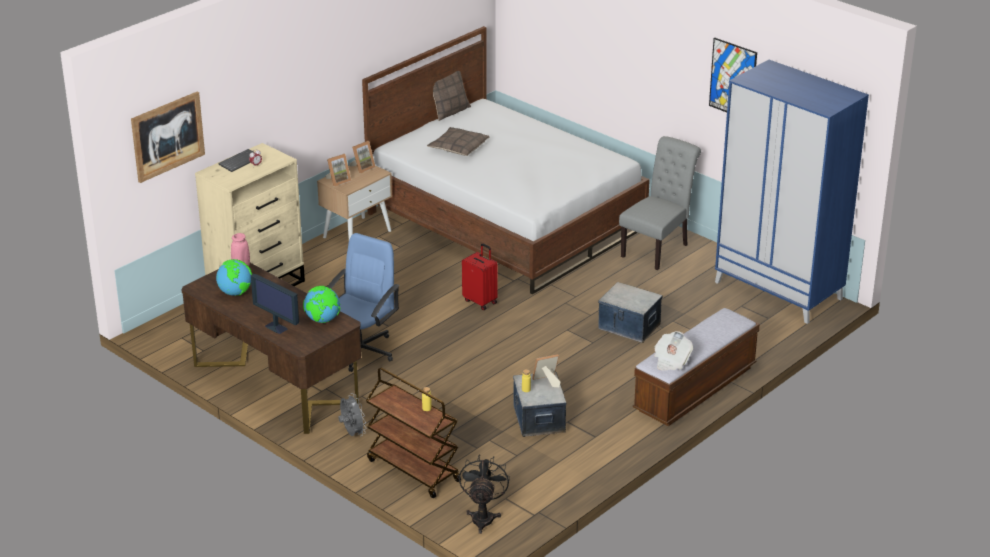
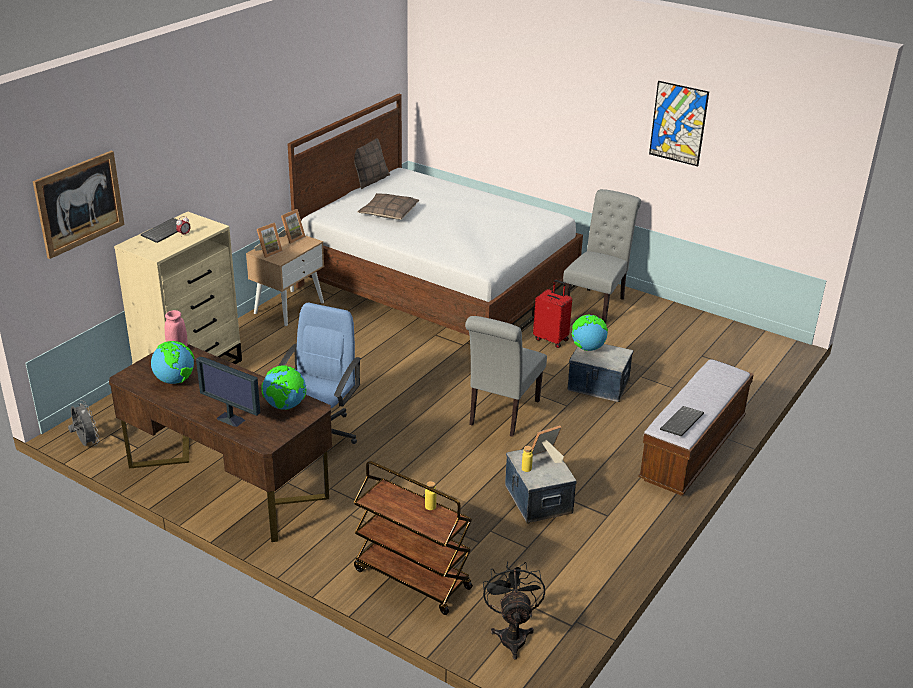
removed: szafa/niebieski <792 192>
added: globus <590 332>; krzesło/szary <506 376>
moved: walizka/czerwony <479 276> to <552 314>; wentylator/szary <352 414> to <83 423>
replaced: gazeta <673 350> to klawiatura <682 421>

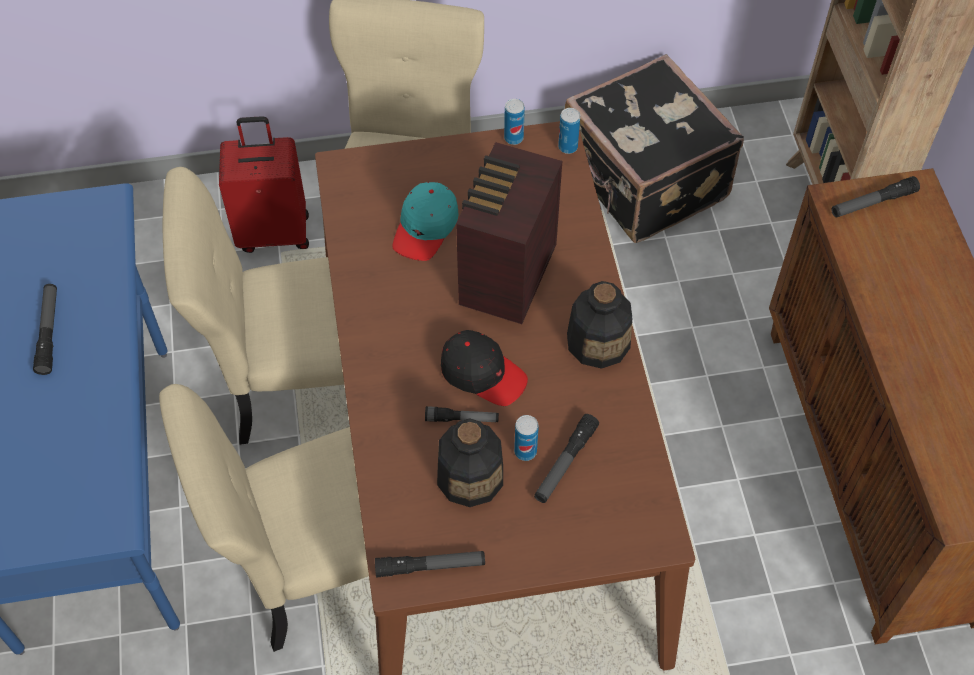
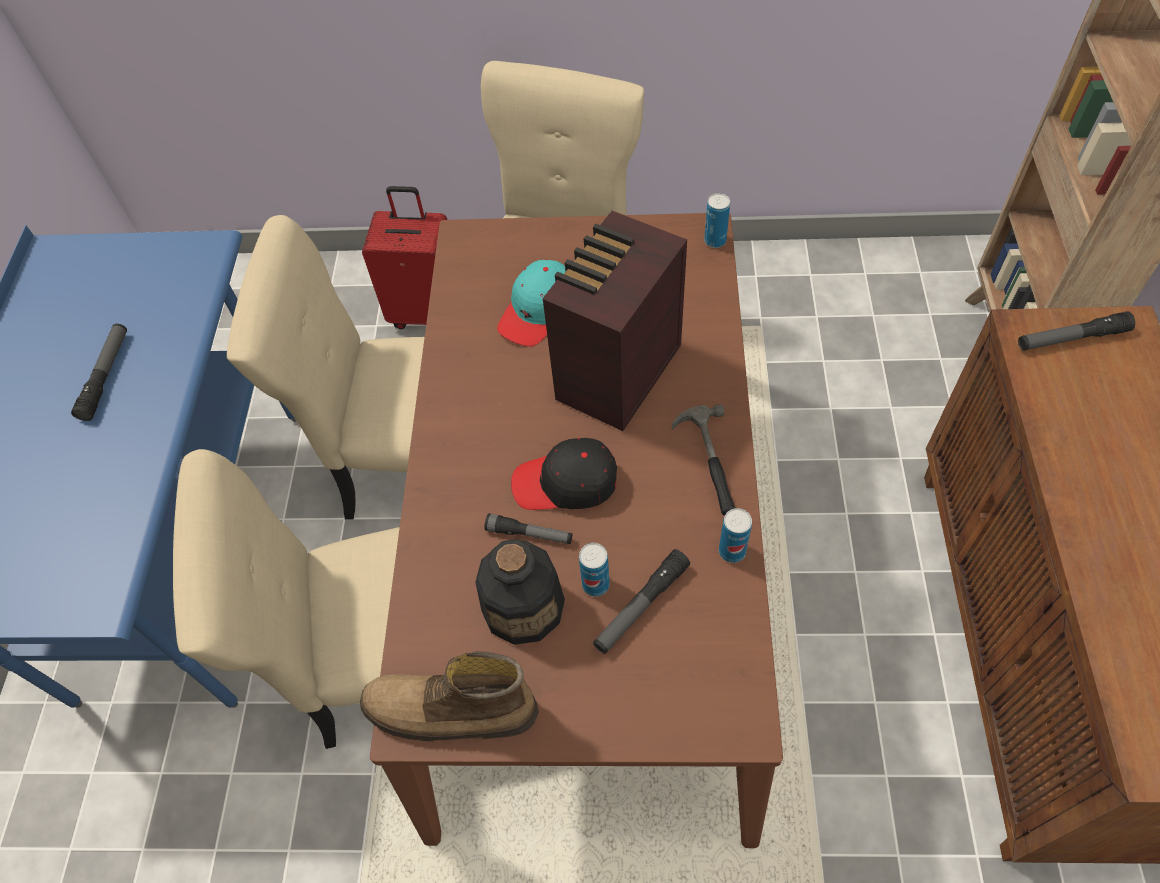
removed: walizka/czarny <654 148>
moved: puszka <514 122> to <735 535>
replaced: butelka <599 325> to młotek <703 459>; latarka <430 564> to but z cholewką <449 696>
turned: czapka z daszkiem/czarny <484 368> = <564 474> 135 degrees clockwise

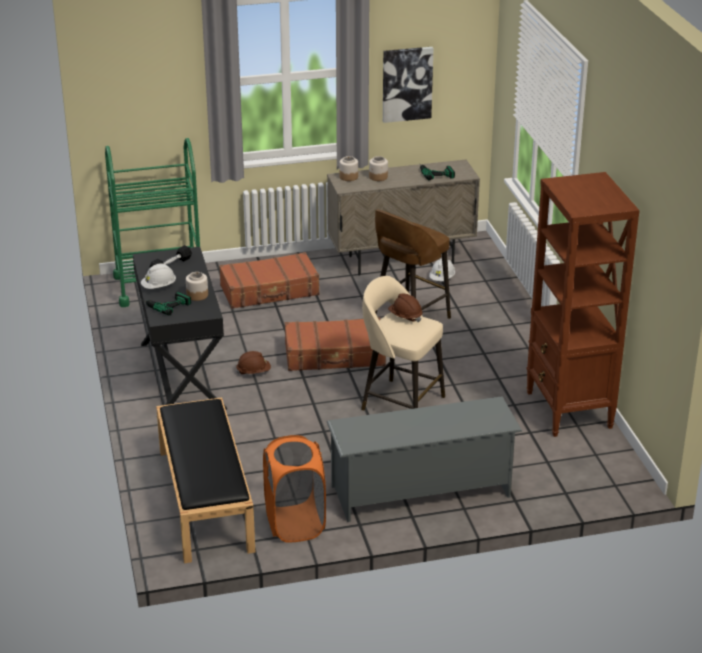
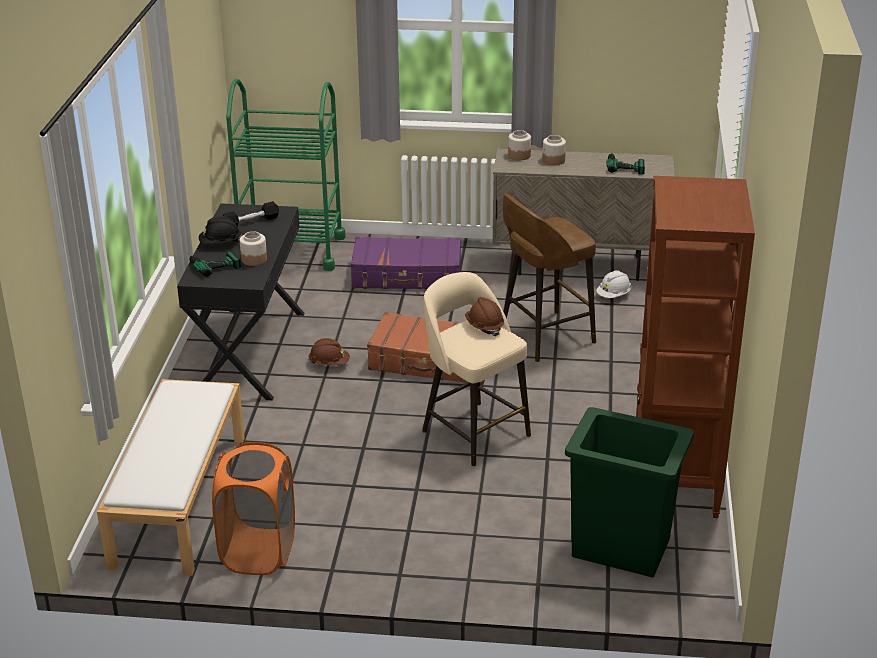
removed: obraz <408 85>; regał na buty/szary <424 459>
added: kosz na śmieci/zielony <629 492>
recoloured: walizka/brązowy <269 280> to walizka/fioletowy <405 262>; kask/biały <158 276> to kask/czarny <220 230>; ławka/czarny <205 480> to ławka/biały <171 477>

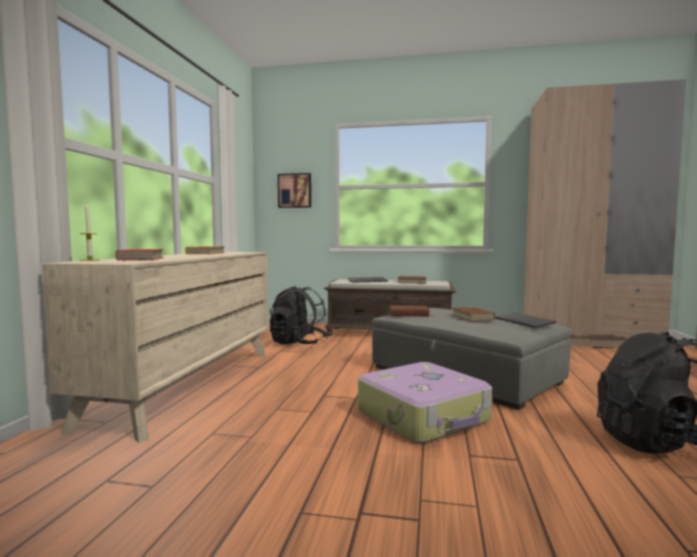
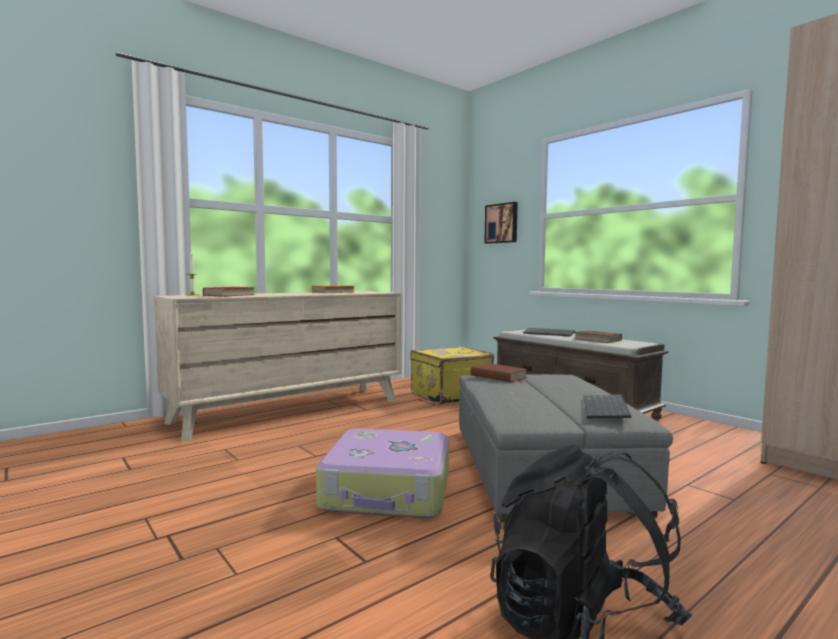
removed: książka/brązowy <473 314>
replaced: plecak/czarny <300 315> to walizka/żółty <453 375>

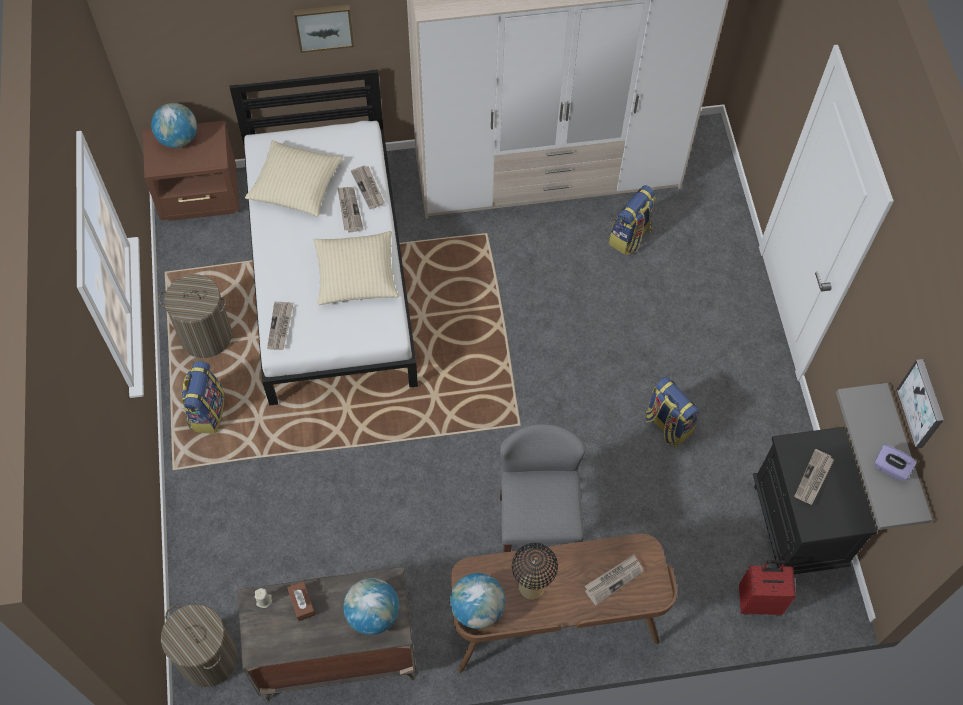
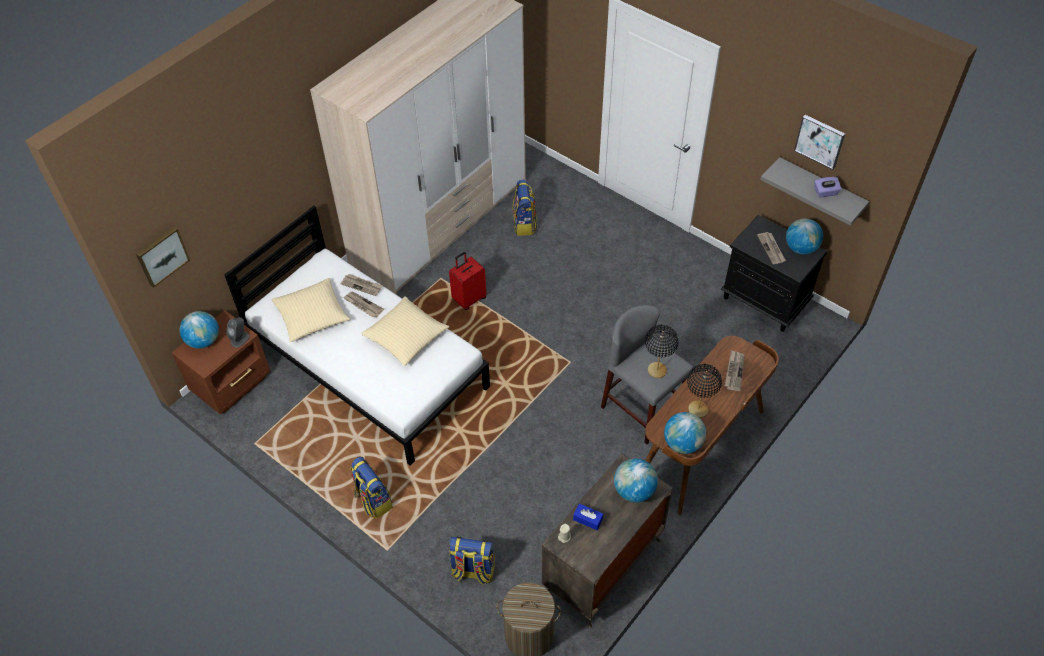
removed: kosz na pranie <195 316>; gazeta <280 325>
added: globus <804 236>; głośnik/szary <238 332>; lampa stołowa/czarny <662 351>
moved: obraz <324 28> to <163 257>; plecak <672 411> to <472 561>; walizka/czerwony <767 588> to <467 281>
recoloured: pudełko chusteczek/brązowy <301 601> to pudełko chusteczek/niebieski <588 516>

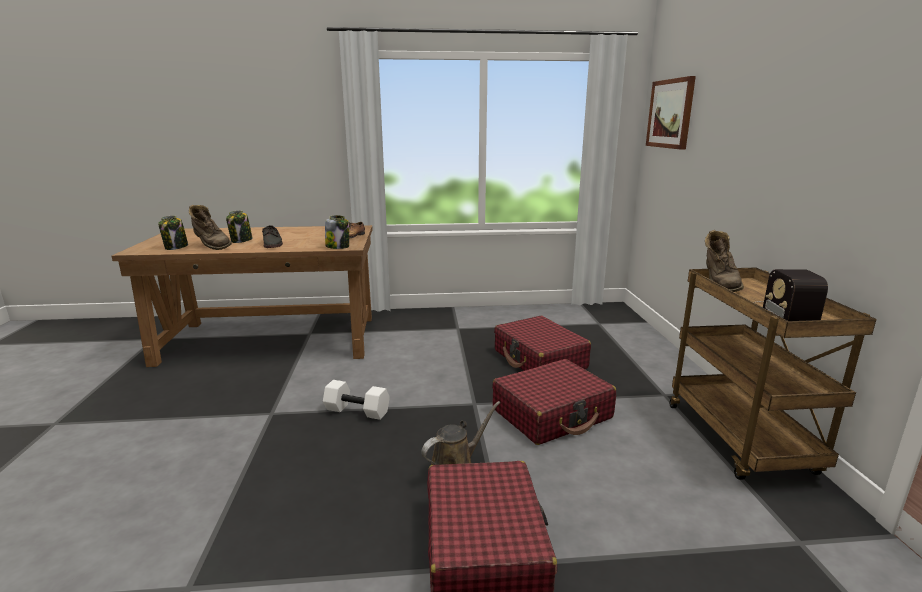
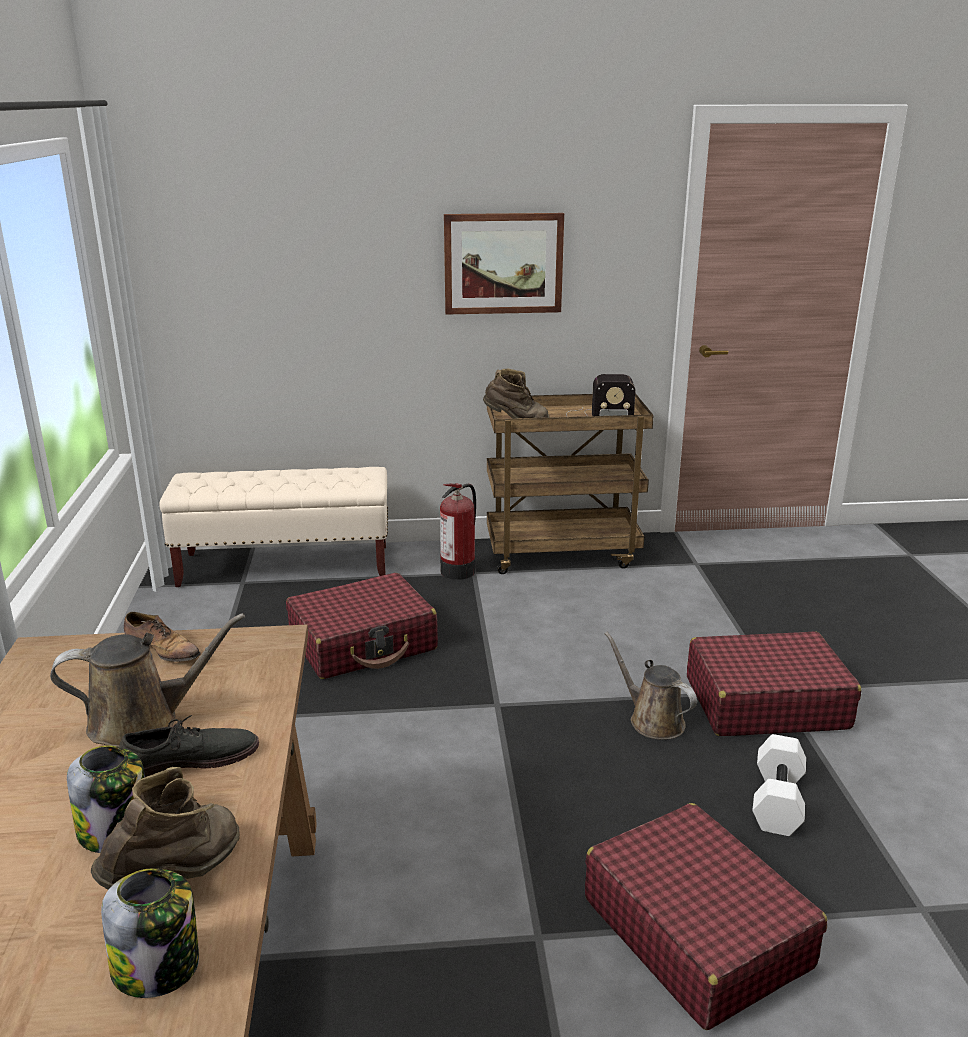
removed: słoik <337 232>
added: ławka/beżowy <273 527>; gaśnica <458 531>; konewka/brązowy <147 680>
moved: obraz <671 113> to <504 263>; walizka/czerwony <554 402> to <706 916>; hantel/biały <356 400> to <779 785>

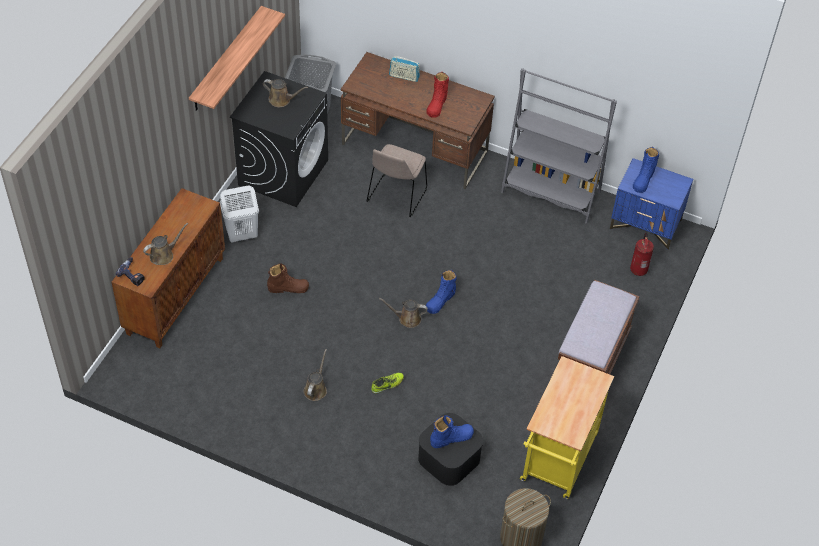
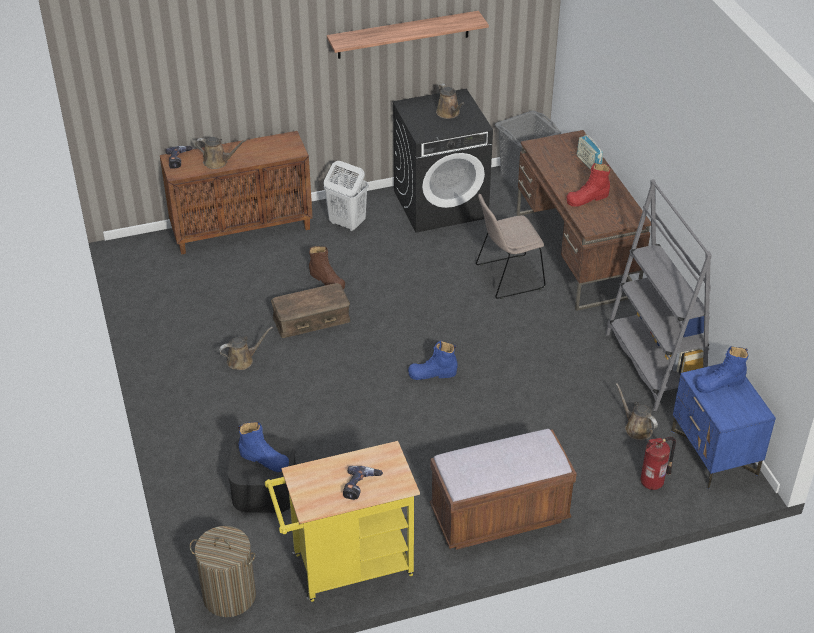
removed: but <387 383>
added: pojemnik do przechowywania/brązowy <310 310>; wiertarka <363 483>
moved: konewka/brązowy <403 313> to <637 411>

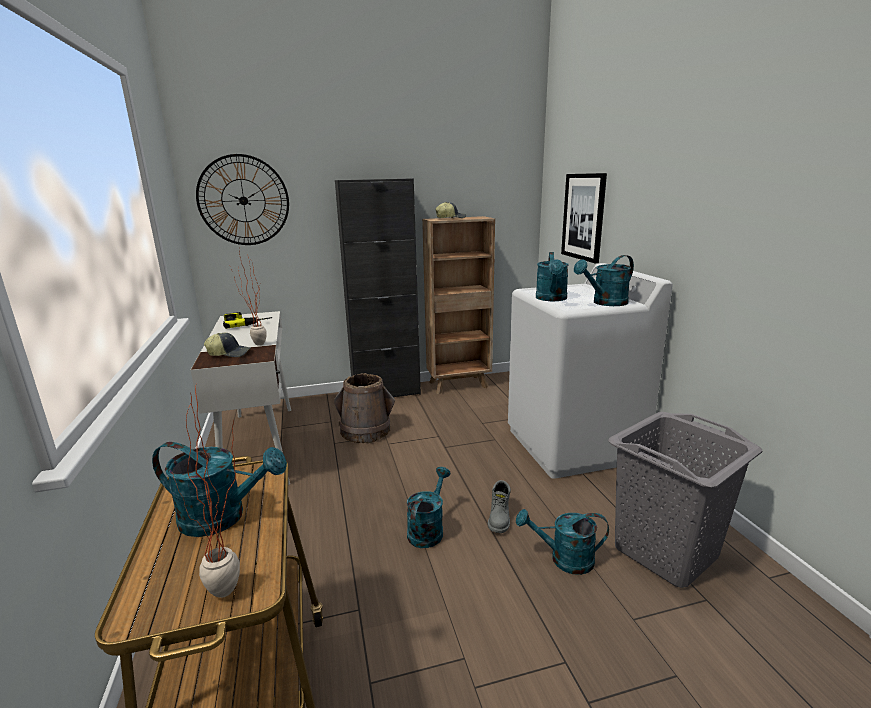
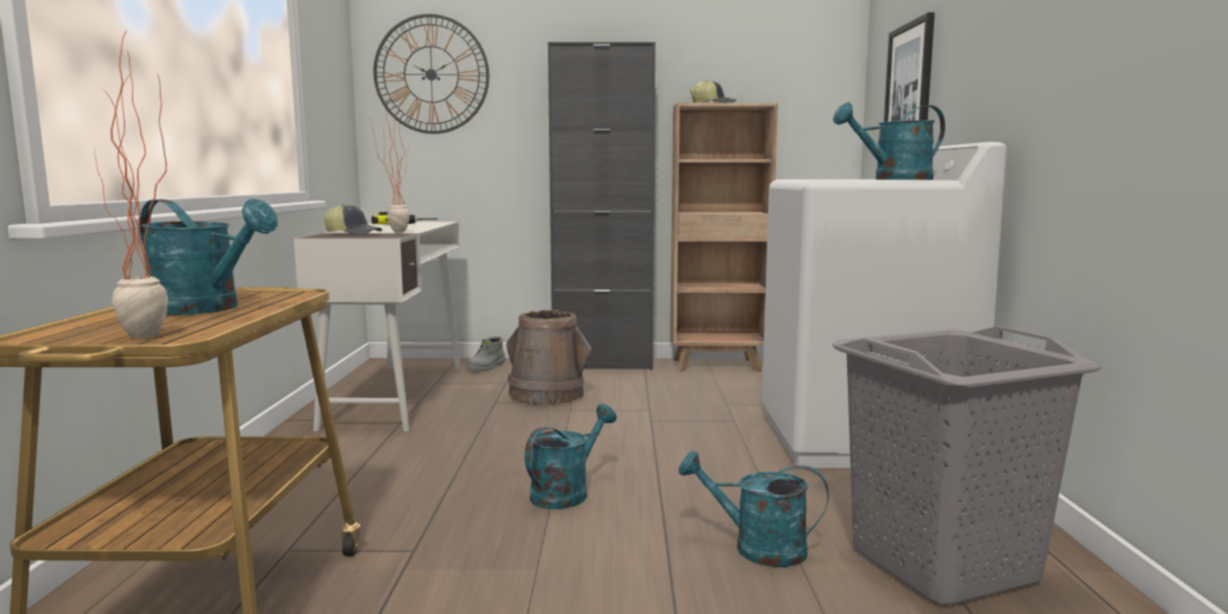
removed: konewka/turkusowy <552 276>
moved: but z cholewką/szary <499 506> to <484 353>

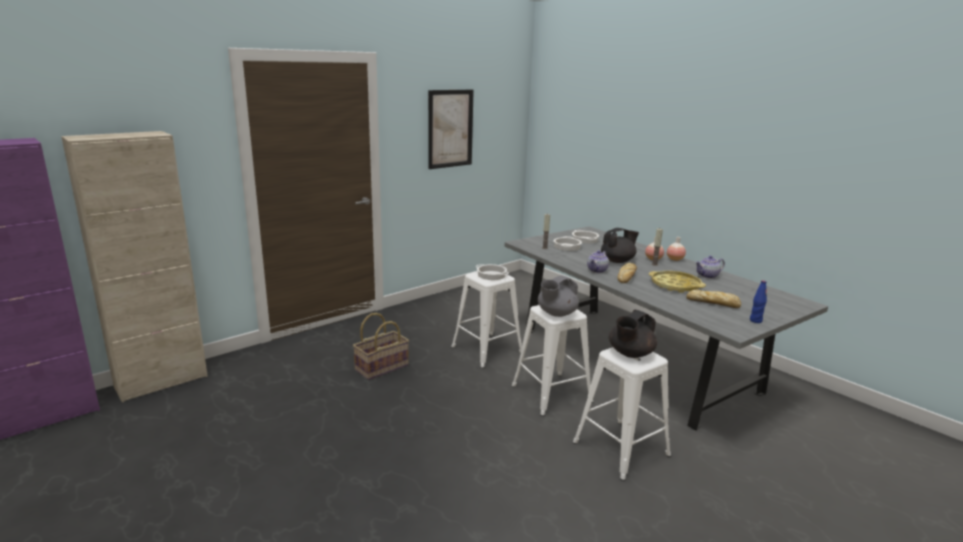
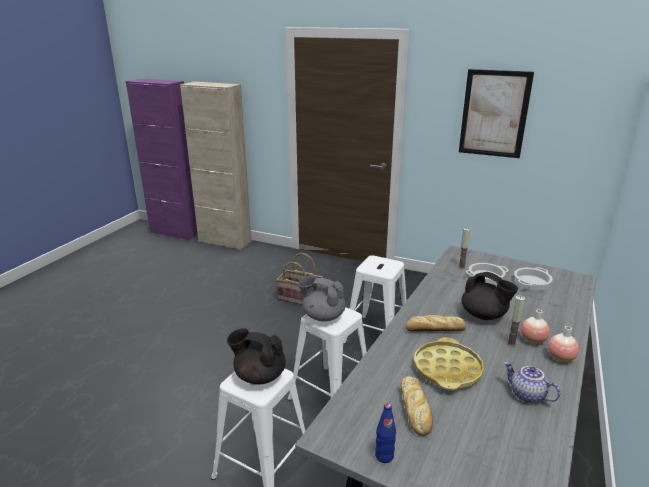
removed: imbryk <598 262>; garnek <492 272>

